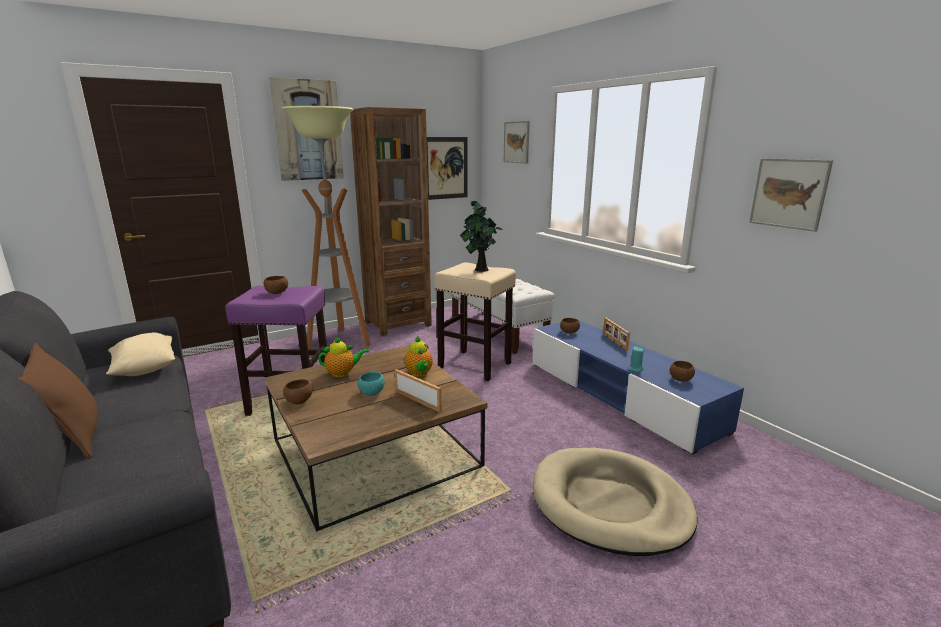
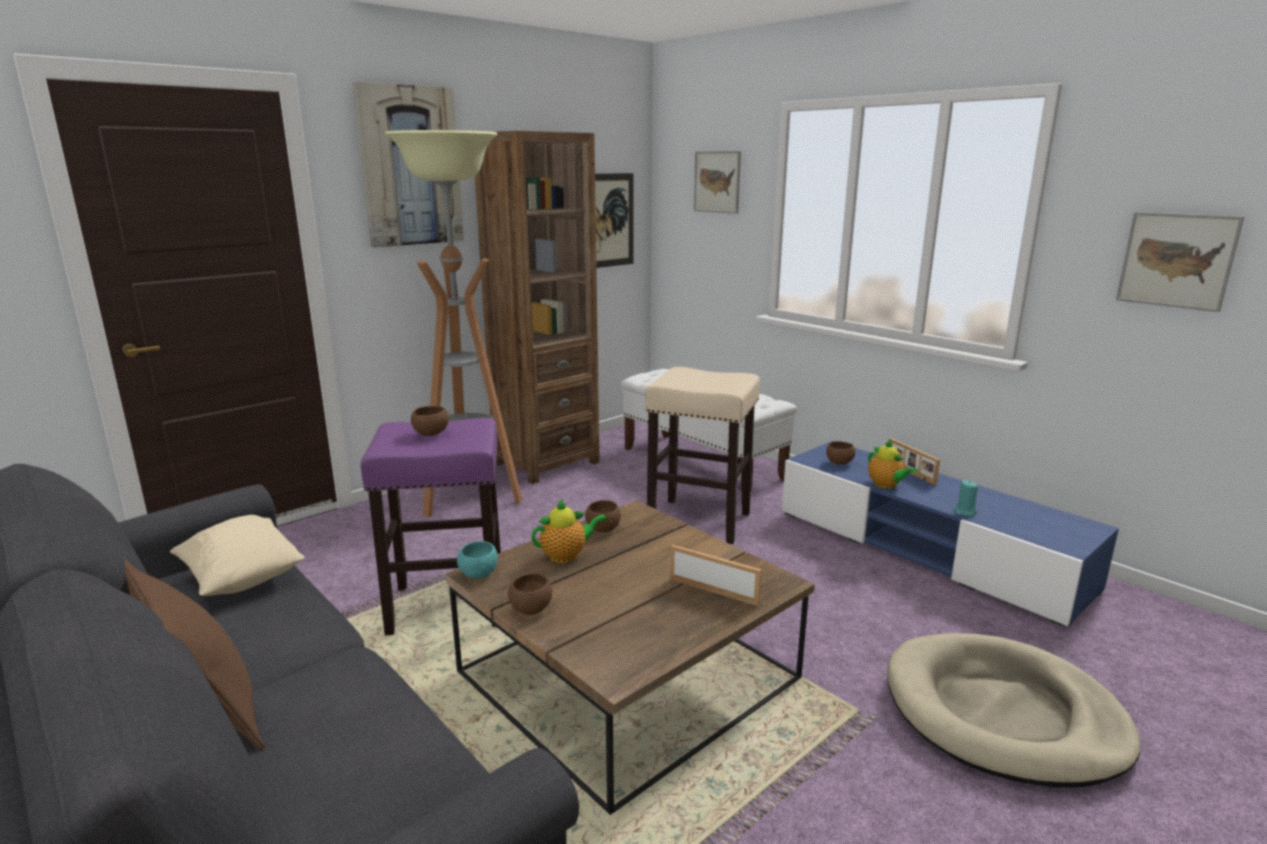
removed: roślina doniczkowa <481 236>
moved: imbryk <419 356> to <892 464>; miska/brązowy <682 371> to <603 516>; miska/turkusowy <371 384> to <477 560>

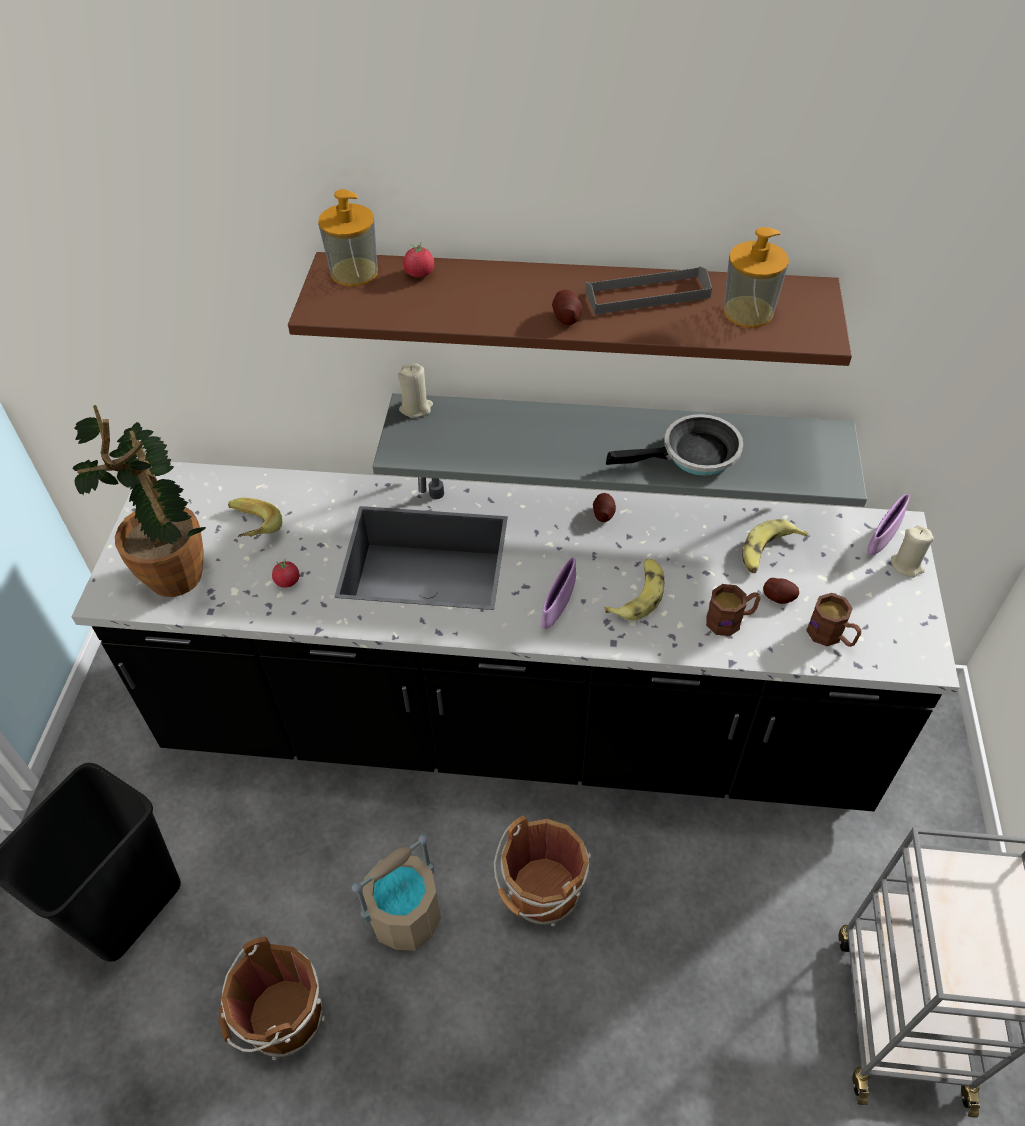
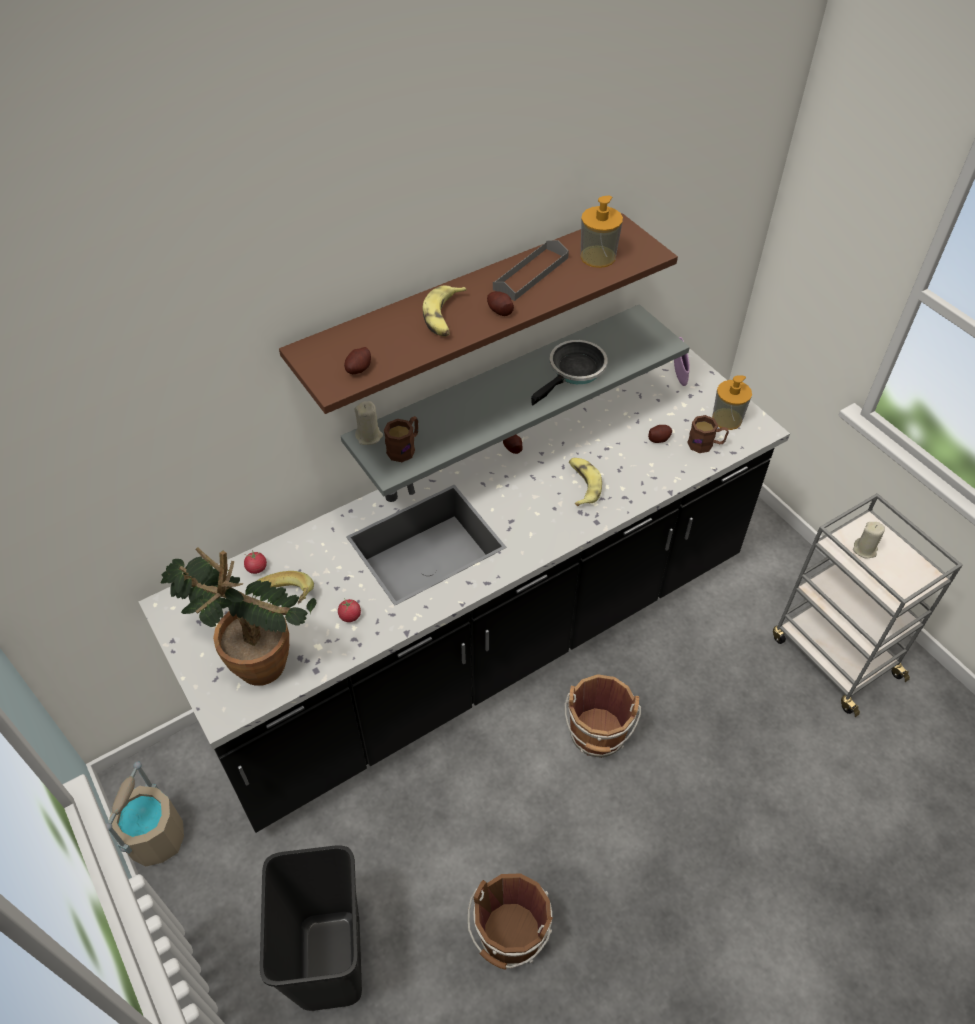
removed: miska/fioletowy <558 593>
added: ziemniak <357 360>
moved: dozownik mydła <348 237> to <732 402>; pomidor <418 259> to <255 562>; banan <775 546> to <445 311>; świeca/beżowy <912 551> to <869 540>; kubek/brązowy <733 610> to <401 439>; wiadro/beżowy <396 893> to <145 814>

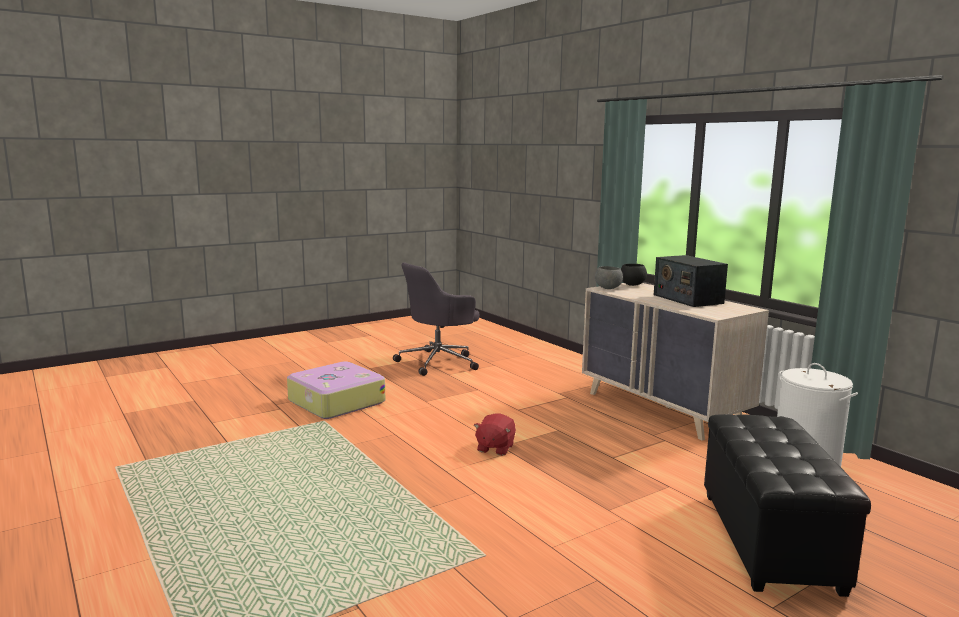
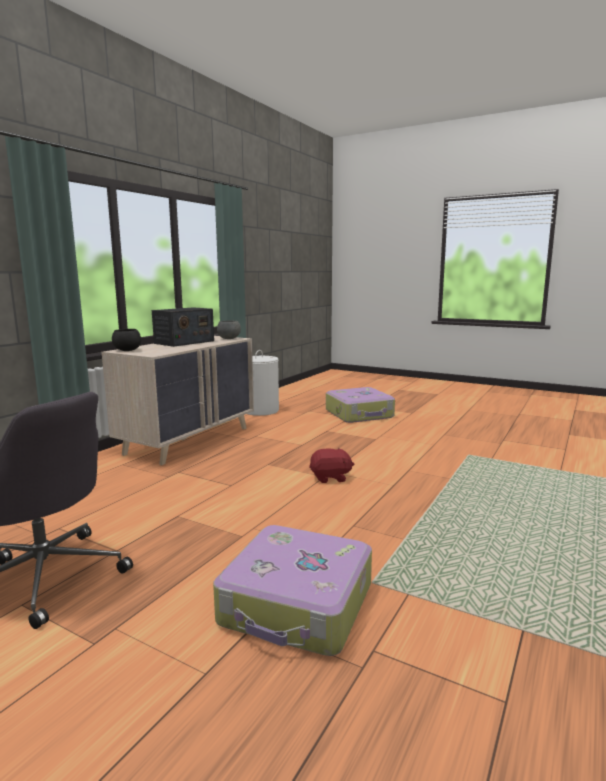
moved: miska/szary <609 277> to <229 330>
replaced: pufa/czarny <787 505> to walizka <360 405>

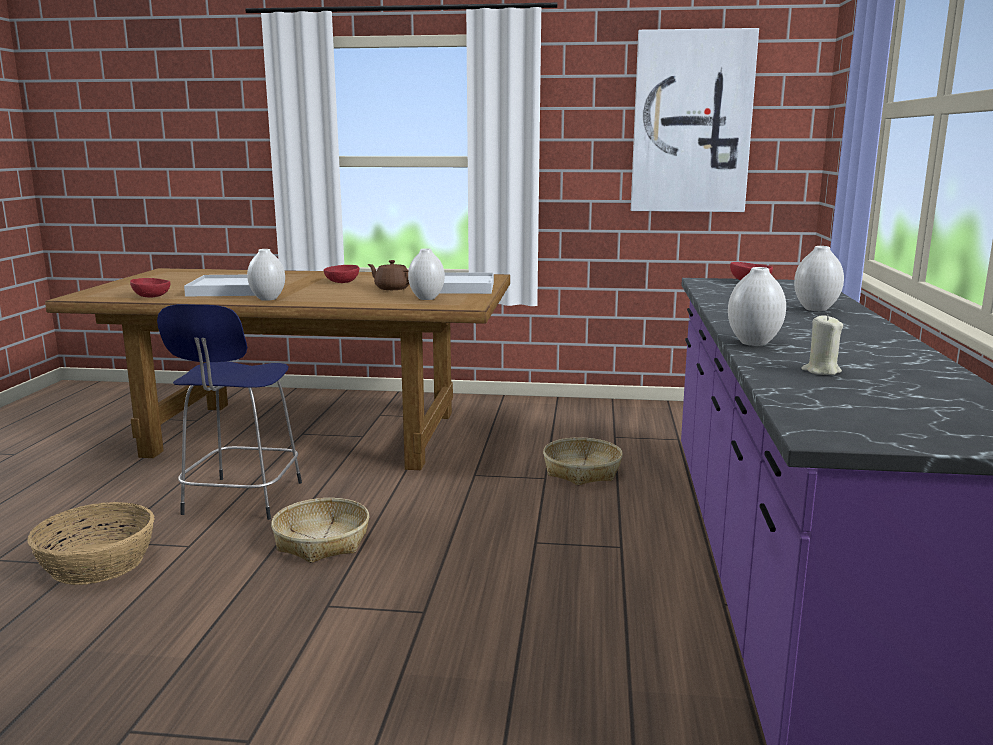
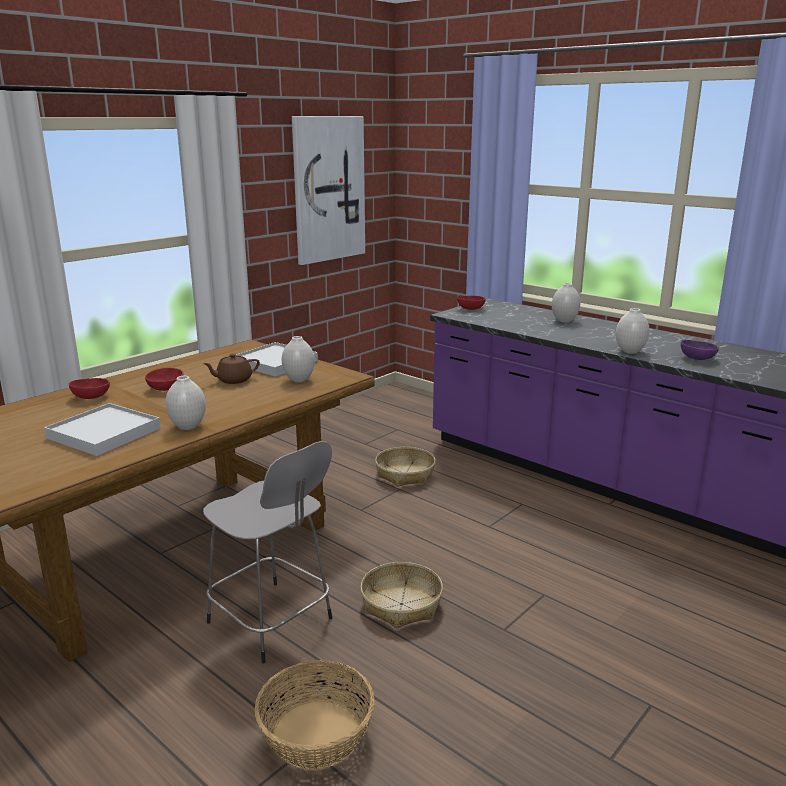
moved: miska/czerwony <150 288> to <89 388>
replaced: świeca/beżowy <822 344> to miska/fioletowy <700 350>
recoloured: stołek/niebieski <229 412> to stołek/szary <267 552>

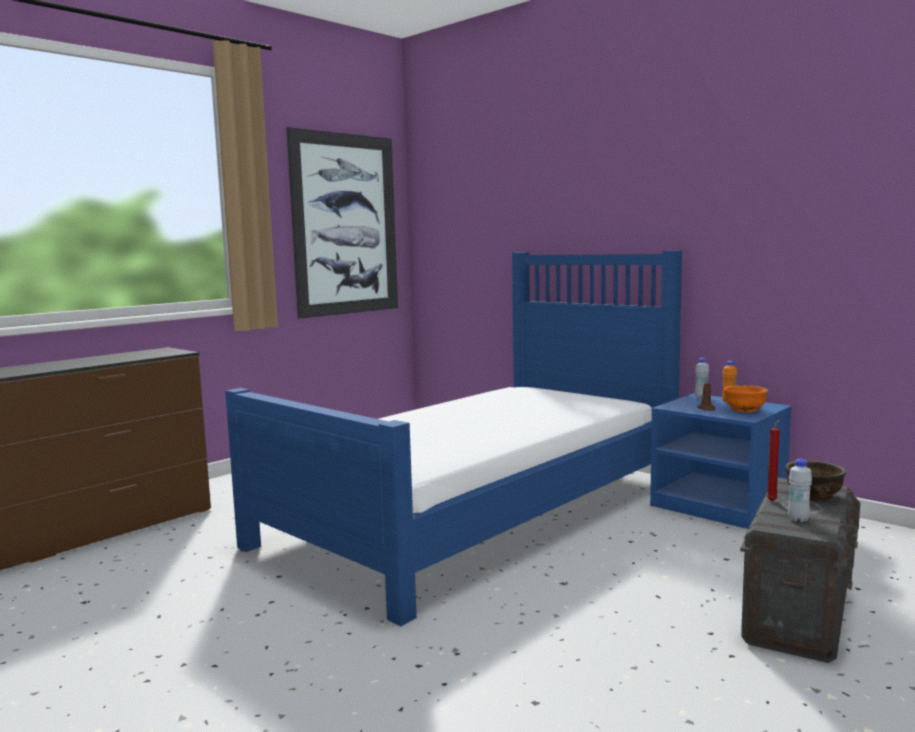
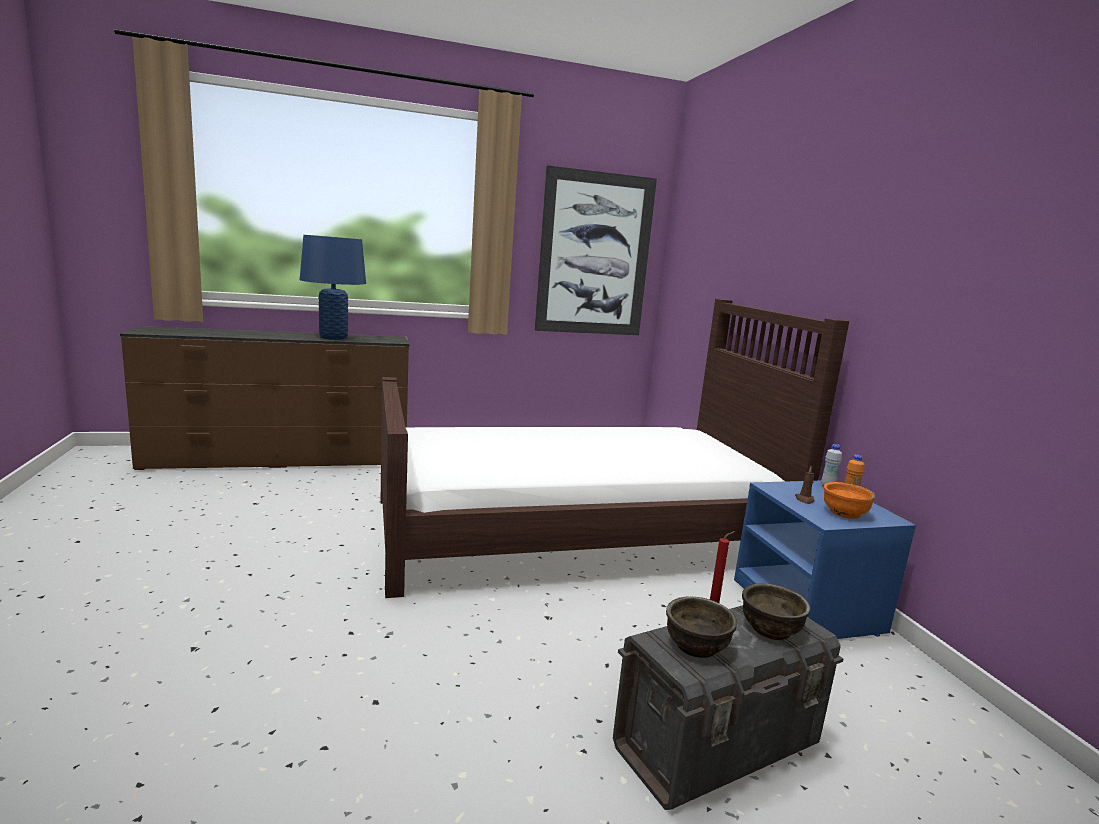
added: lampa stołowa/niebieski <333 287>
replaced: butelka/biały <800 490> to miska/brązowy <701 627>
recoloured: łóżko/niebieski <453 438> to łóżko/brązowy <615 448>

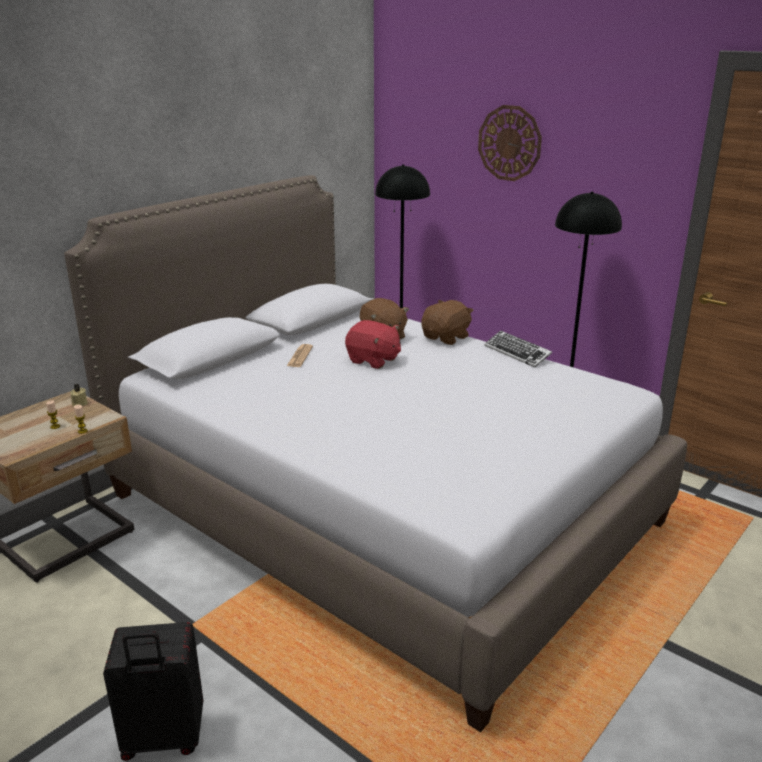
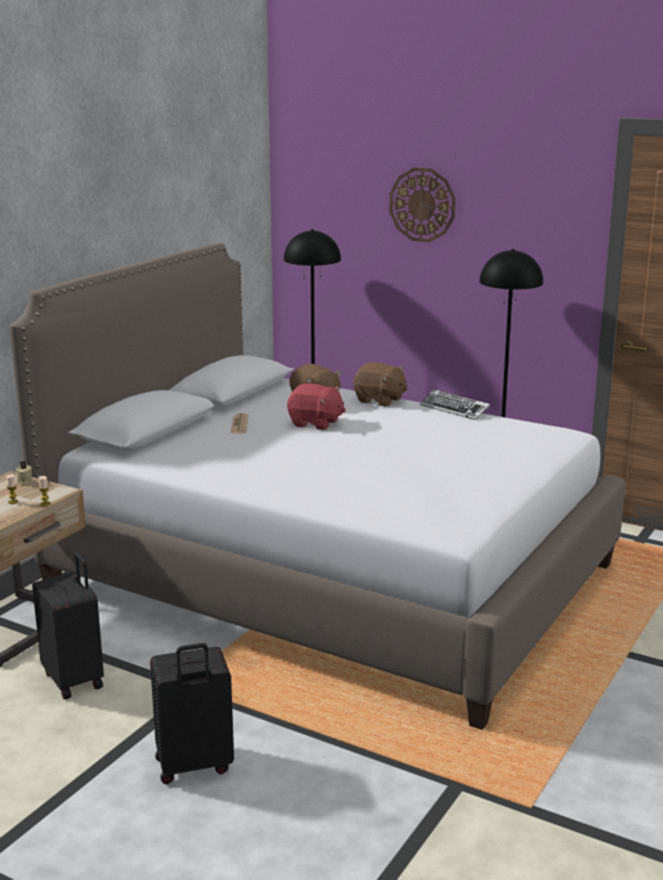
added: walizka/czarny <68 626>
turned: pluszak/brązowy <447 322> = <381 384> 90 degrees clockwise

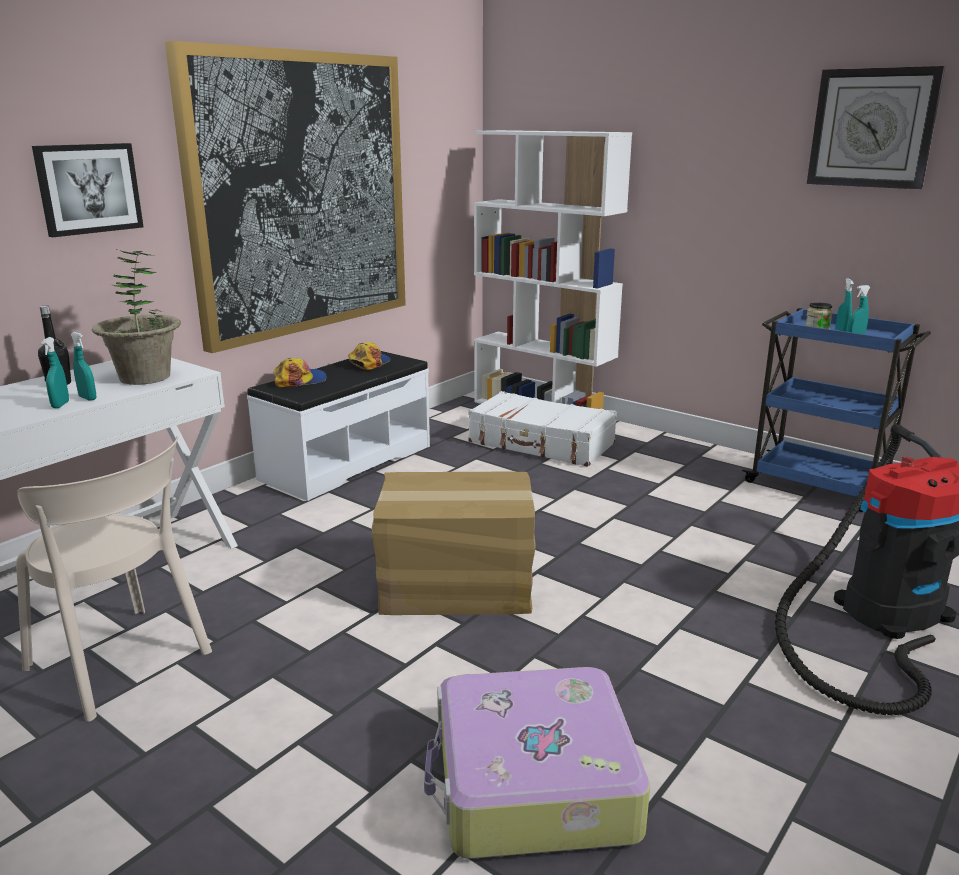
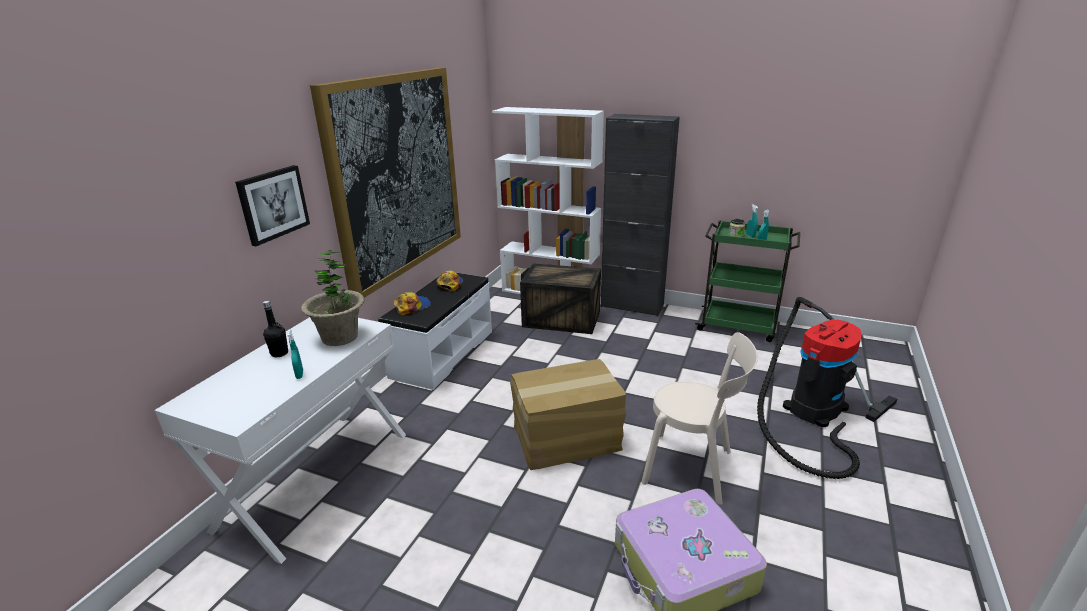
removed: zegar ścienny <876 127>; spryskiwacz/turkusowy <83 366>
added: szafka/czarny <640 215>
moved: krzesło/beżowy <114 579> to <700 418>
replaced: walizka/biały <542 429> to skrzynka <560 298>
recoloured: wózek/niebieski <836 410> to wózek/zielony <747 281>

